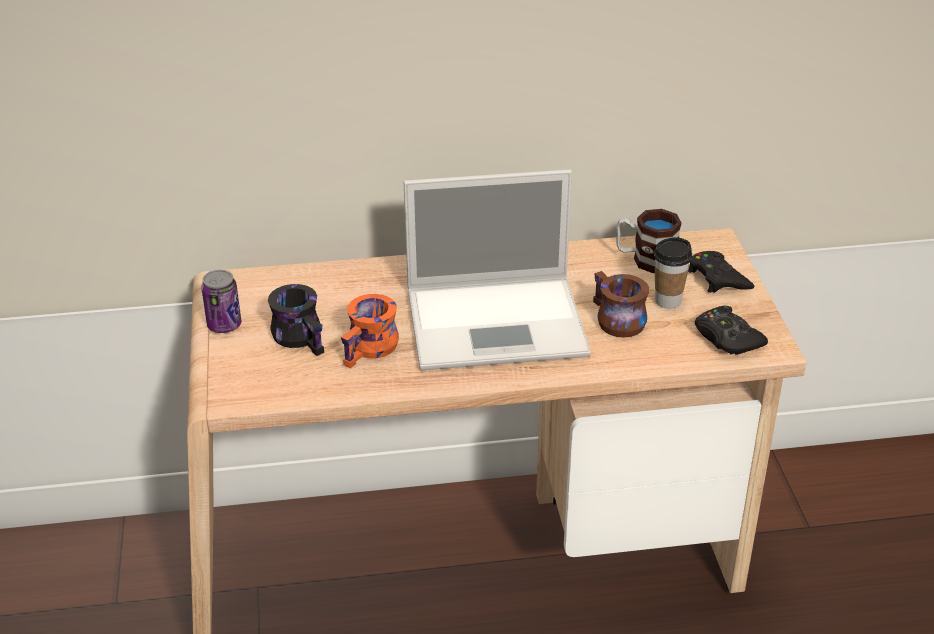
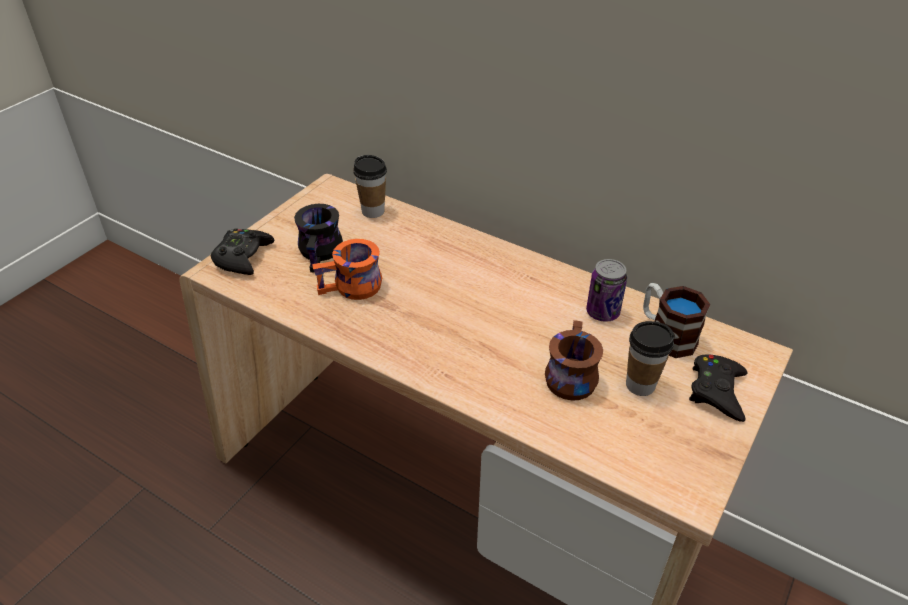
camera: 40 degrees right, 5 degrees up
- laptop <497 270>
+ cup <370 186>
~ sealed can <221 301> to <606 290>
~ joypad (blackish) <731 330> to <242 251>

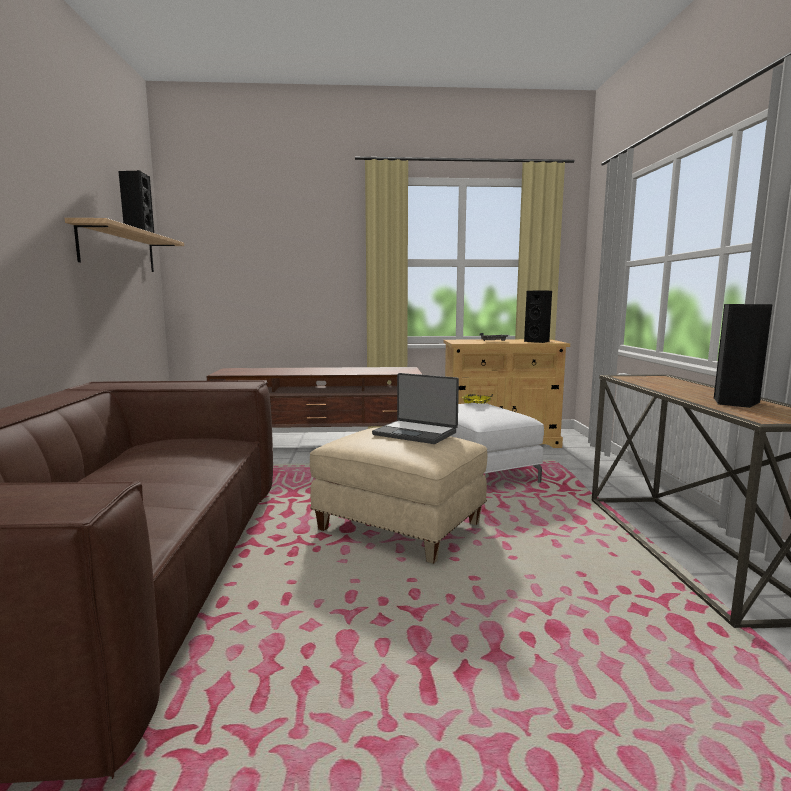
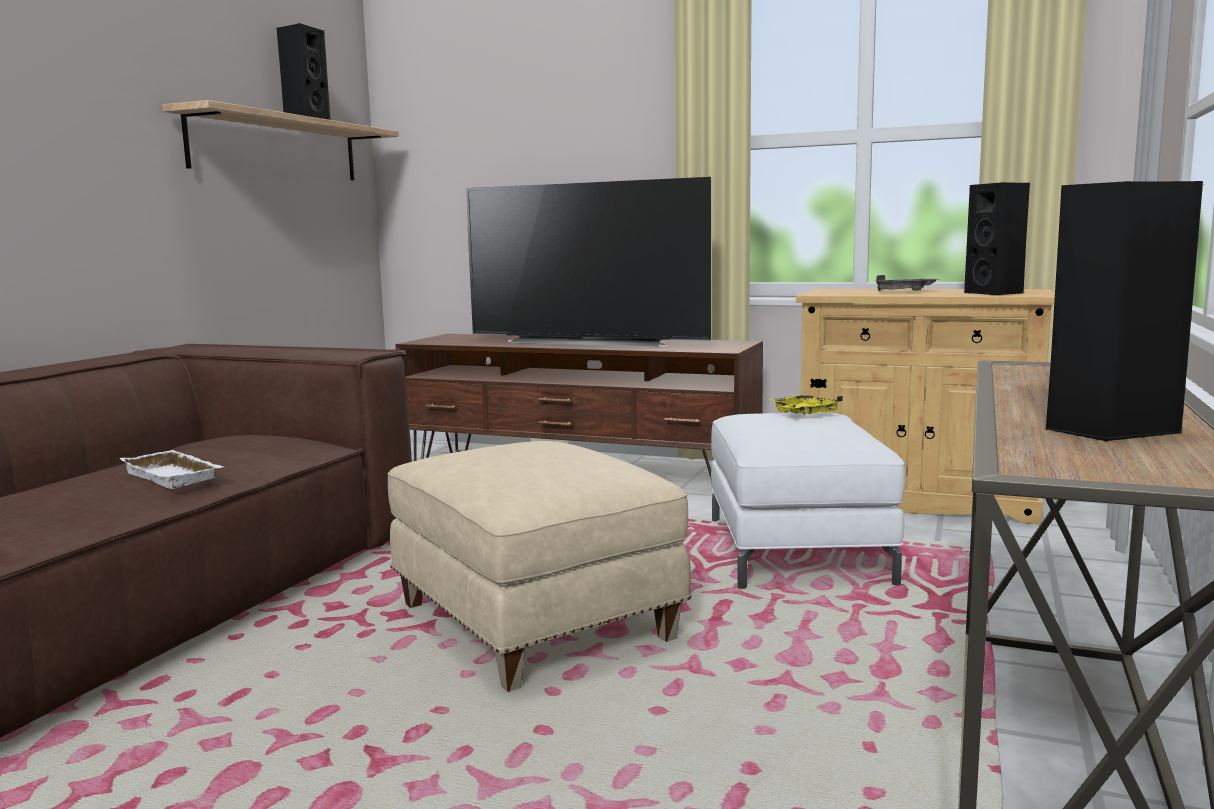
camera: 25 degrees right, 0 degrees up
- laptop <415 408>
+ serving tray (white) <171 469>
+ TV set <588 262>

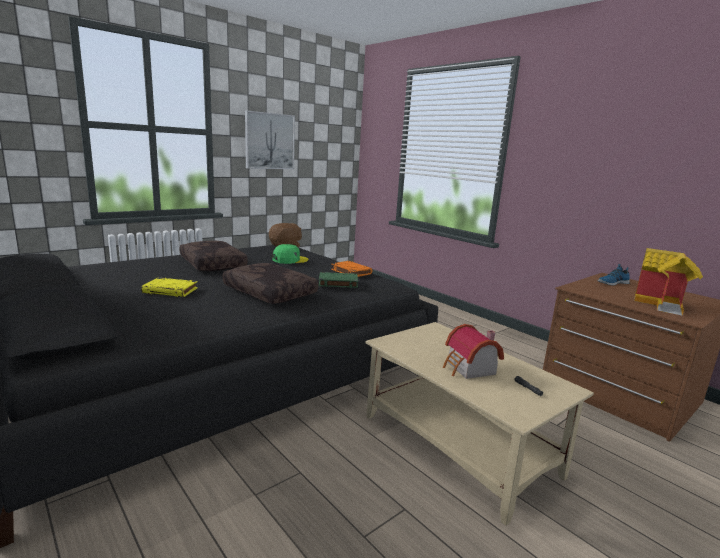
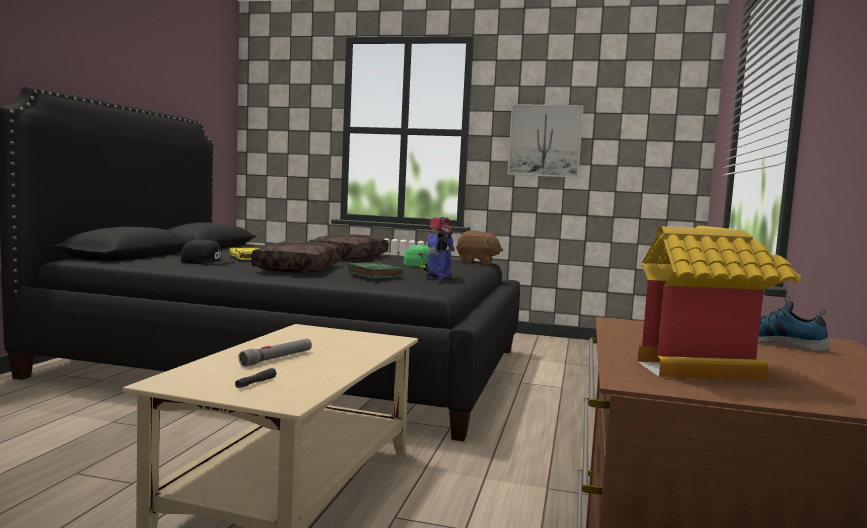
camera: 55 degrees right, 10 degrees down
+ peaked cap (blackish) <208 252>
~ bound book (orangey) <351 269> to robot figure <439 248>
~ miniature house <473 351> to flashlight (greyish) <275 353>

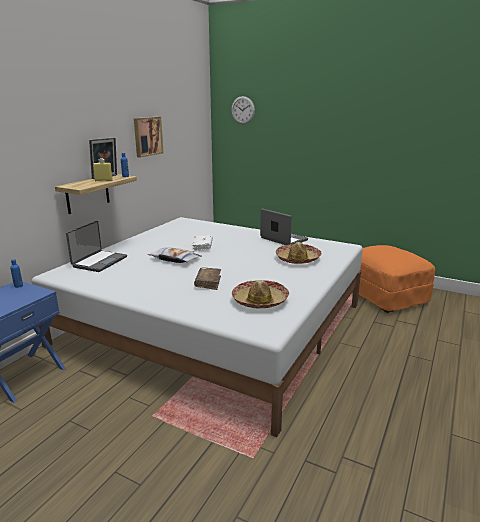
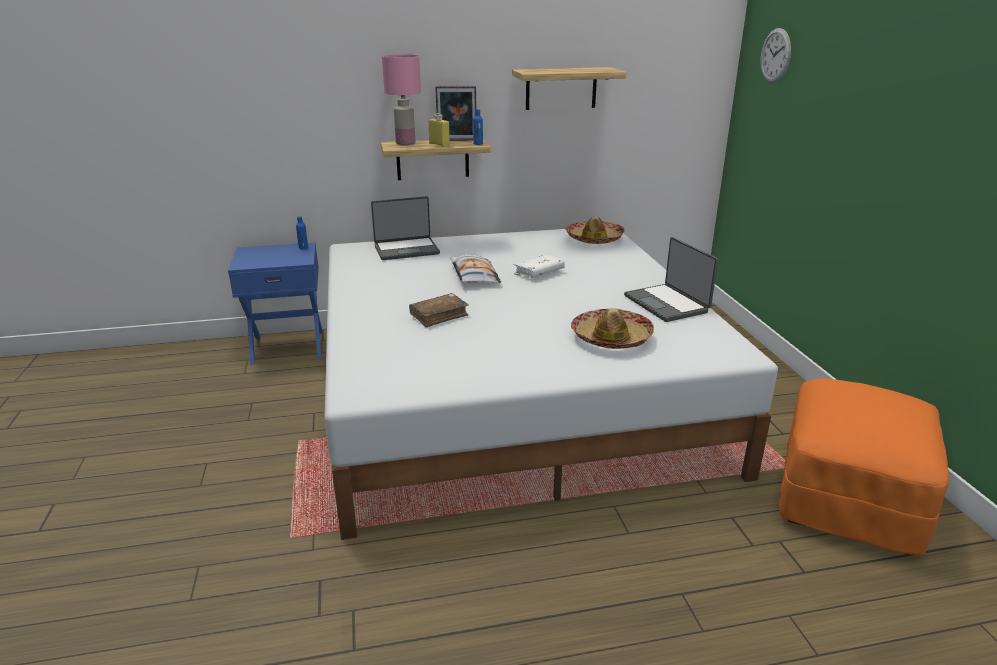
camera: 50 degrees right, 5 degrees up
+ tabletop lamp (pinkish) <401 99>
~ clothing hat <260 294> to <595 230>
~ picture <149 137> to shelf <569 88>
~ laptop <284 227> = <671 279> 150 degrees clockwise

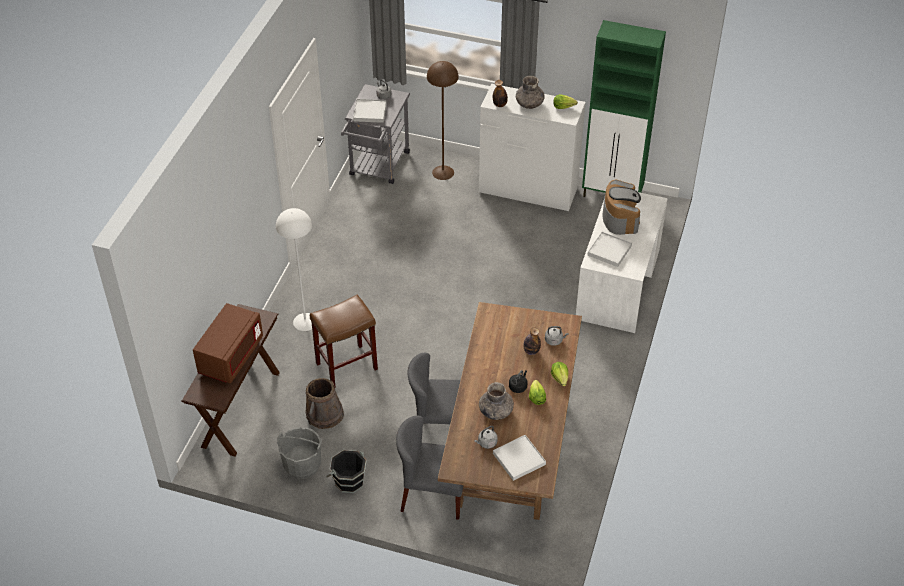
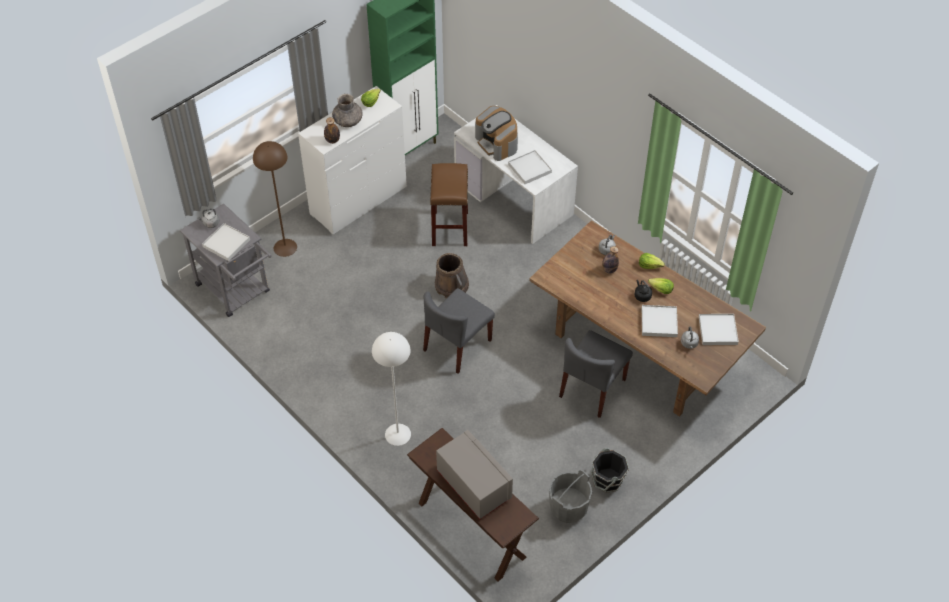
camera: 60 degrees left, 5 degrees up
~ water bucket (brown) <325 403> to <452 275>
~ stool (brown) <344 340> to <449 204>
~ plain chair (greyish) <430 467> to <459 331>
~ flower vase (greyish) <496 401> to serving tray (white) <660 321>
~ microwave oven (brown) <228 343> to microwave oven (greyish) <474 474>
~ coffee maker <622 207> = <496 133> 150 degrees counterclockwise

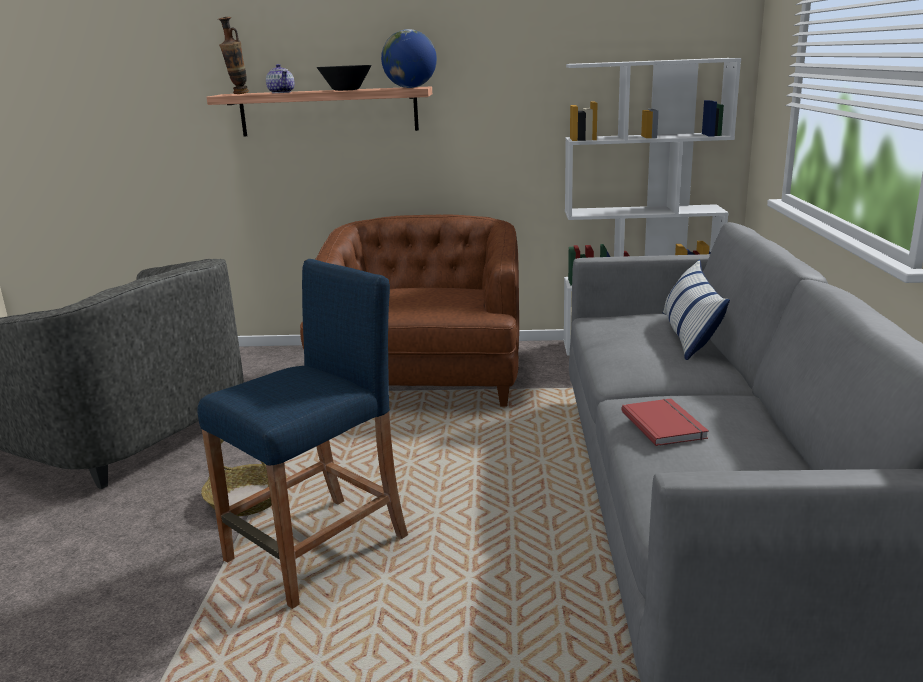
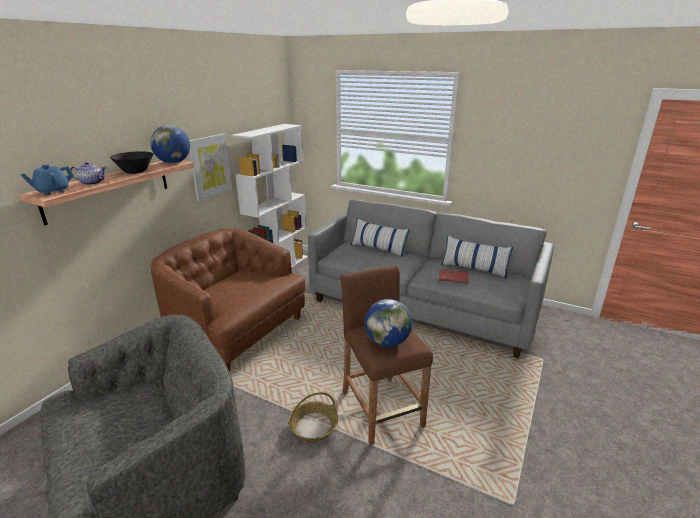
camera: 65 degrees left, 5 degrees up
+ picture <210 167>
+ globe <388 323>
+ throw pillow <477 256>
~ flower vase <233 55> to teapot (bluish) <47 180>
~ stool (bluish) <302 434> to stool (brown) <386 355>

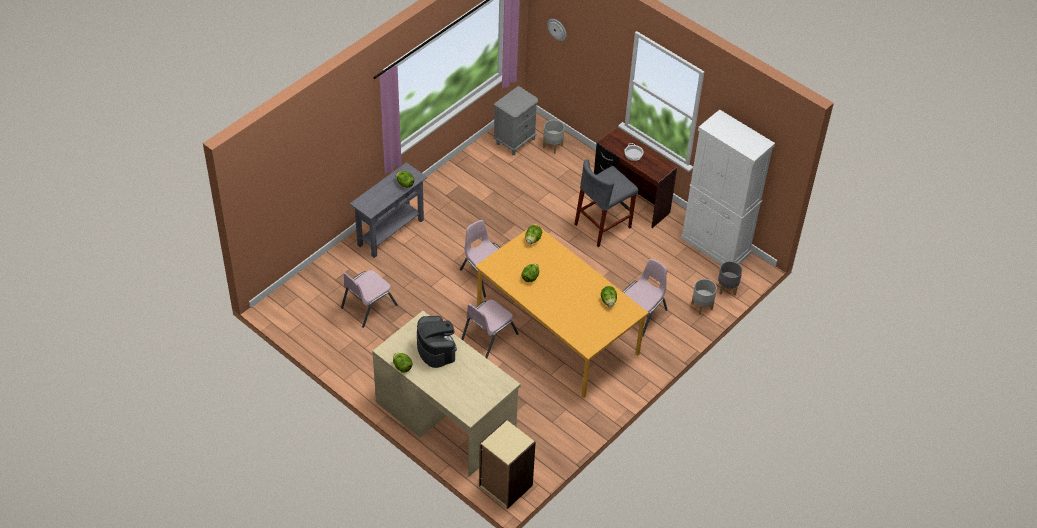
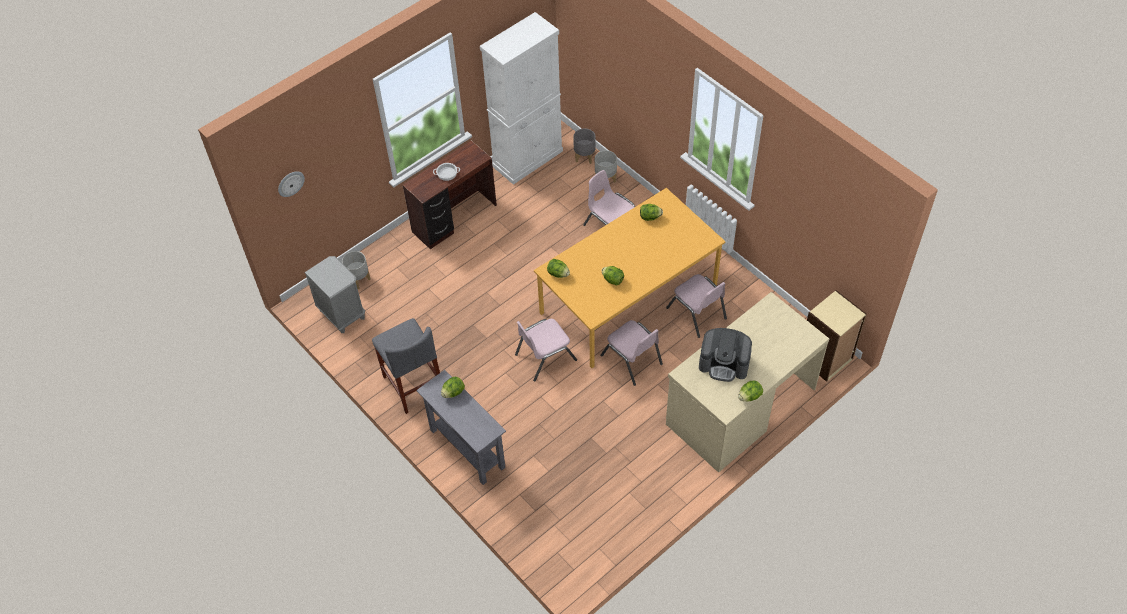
camera: 80 degrees left, 5 degrees up
~ plain chair (pinkish) <369 299> to <696 306>
~ stool (greyish) <606 203> to <406 366>
~ coffee maker <437 342> = <725 355> 150 degrees counterclockwise

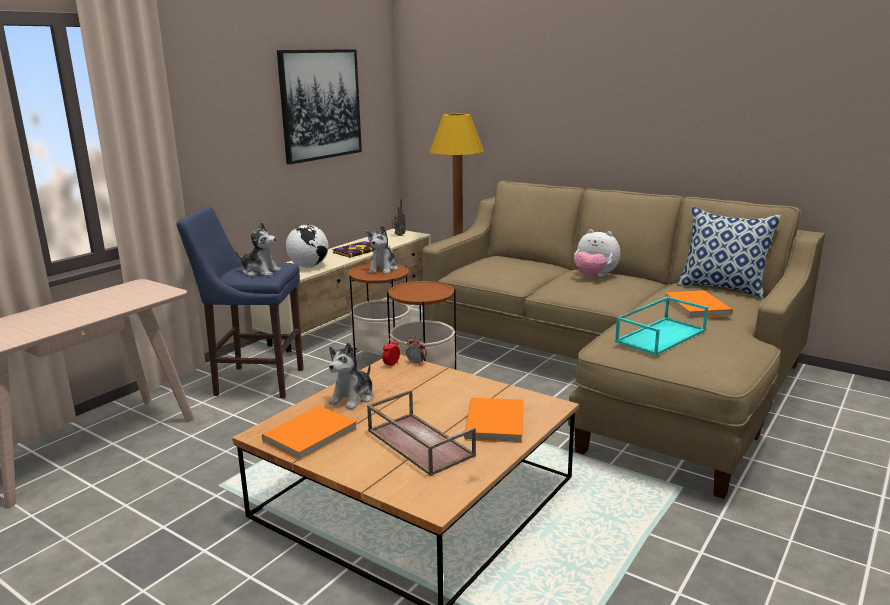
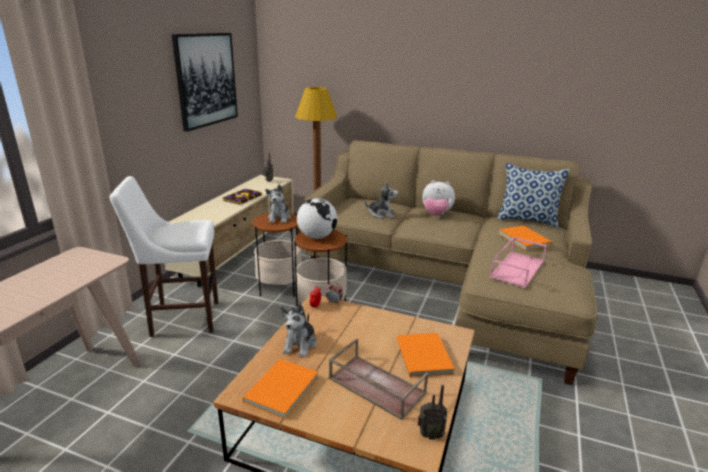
camera: 15 degrees left, 5 degrees up
+ radio set <432 412>
~ plush toy <258 249> to <381 199>
~ globe <307 246> to <317 218>
~ stool (bluish) <240 302> to stool (white) <163 256>
~ serving tray (blue-green) <661 326> to serving tray (pinkish) <518 262>

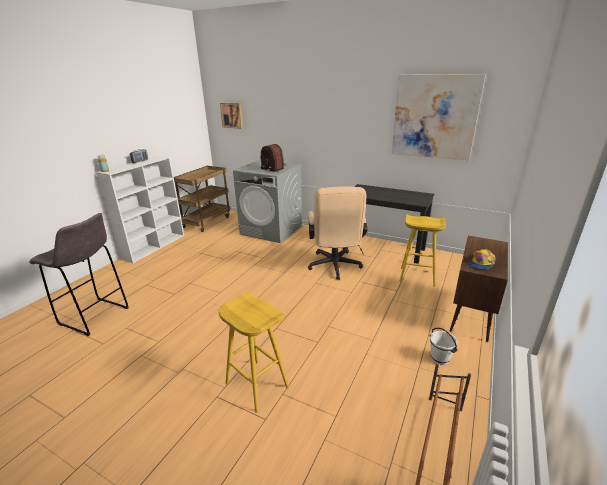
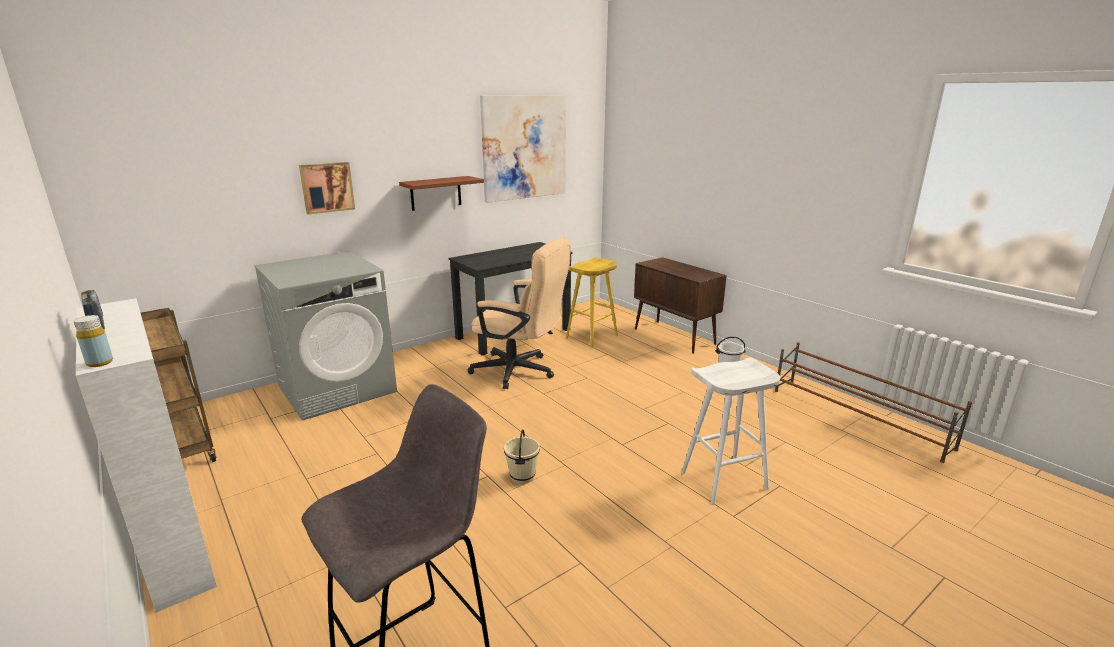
camera: 65 degrees left, 5 degrees down
- radio set <273 158>
- peaked cap <481 259>
+ shelf (brown) <441 193>
+ water bucket (beige-coloured) <522 456>
~ picture <231 116> to <327 188>
~ stool (yellowish) <253 352> to stool (white) <730 431>

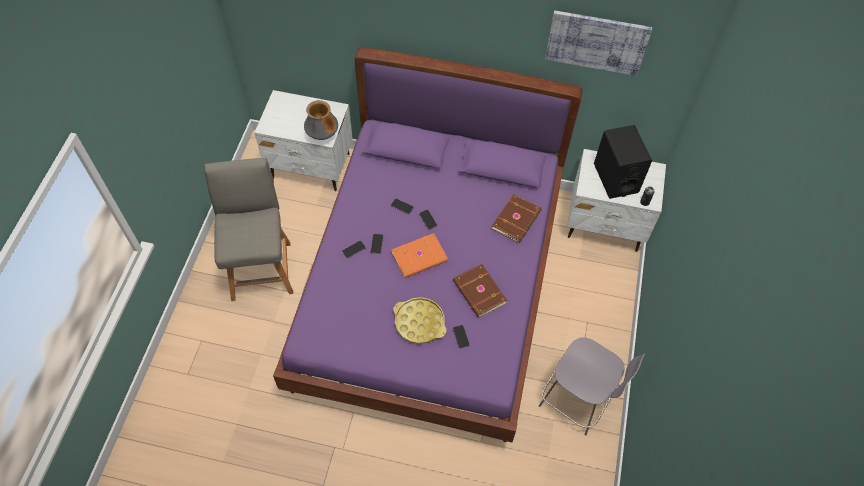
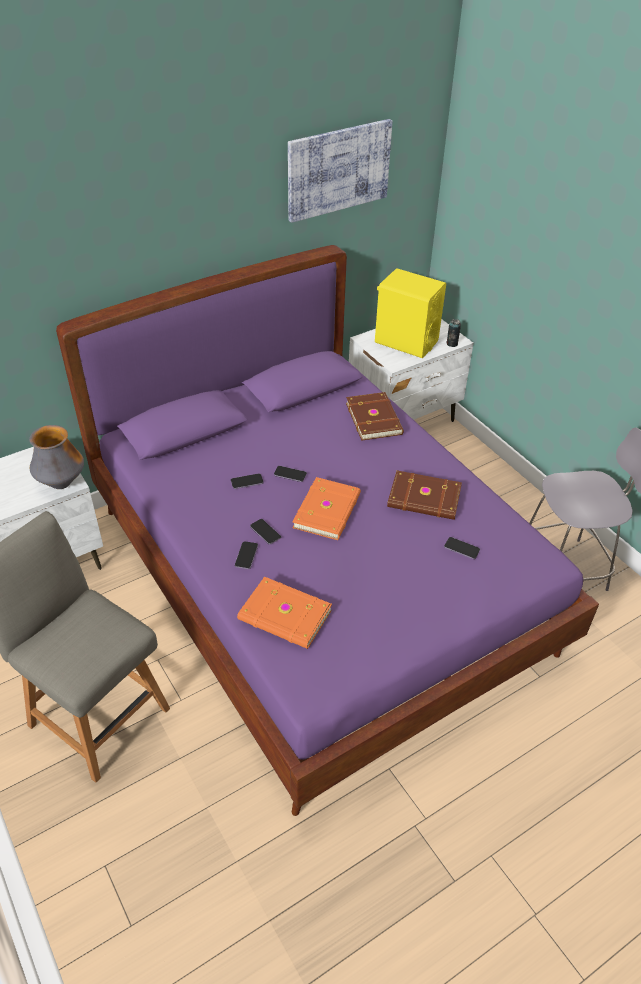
camera: 45 degrees left, 15 degrees down
- serving tray (yellowish) <420 320>
+ bound book (orangey) <284 613>
~ loudspeaker (blackish) <623 162> to loudspeaker (yellowish) <410 313>

